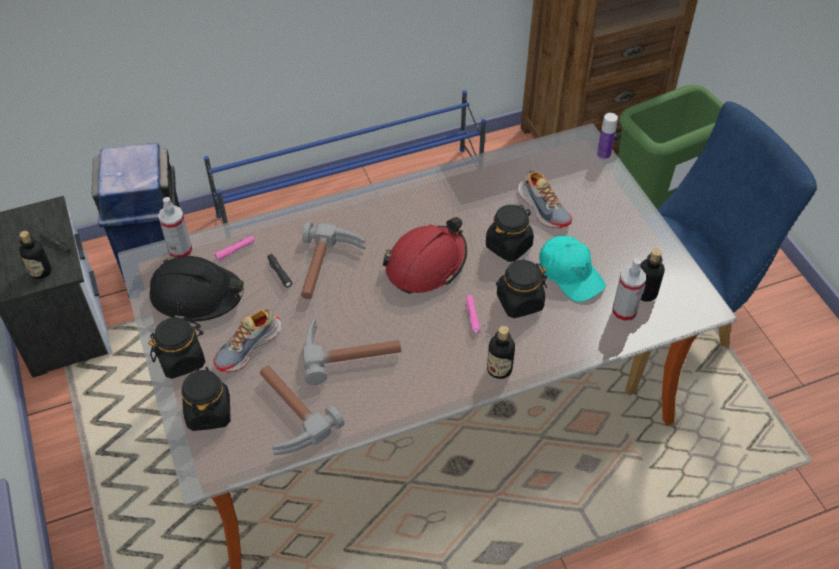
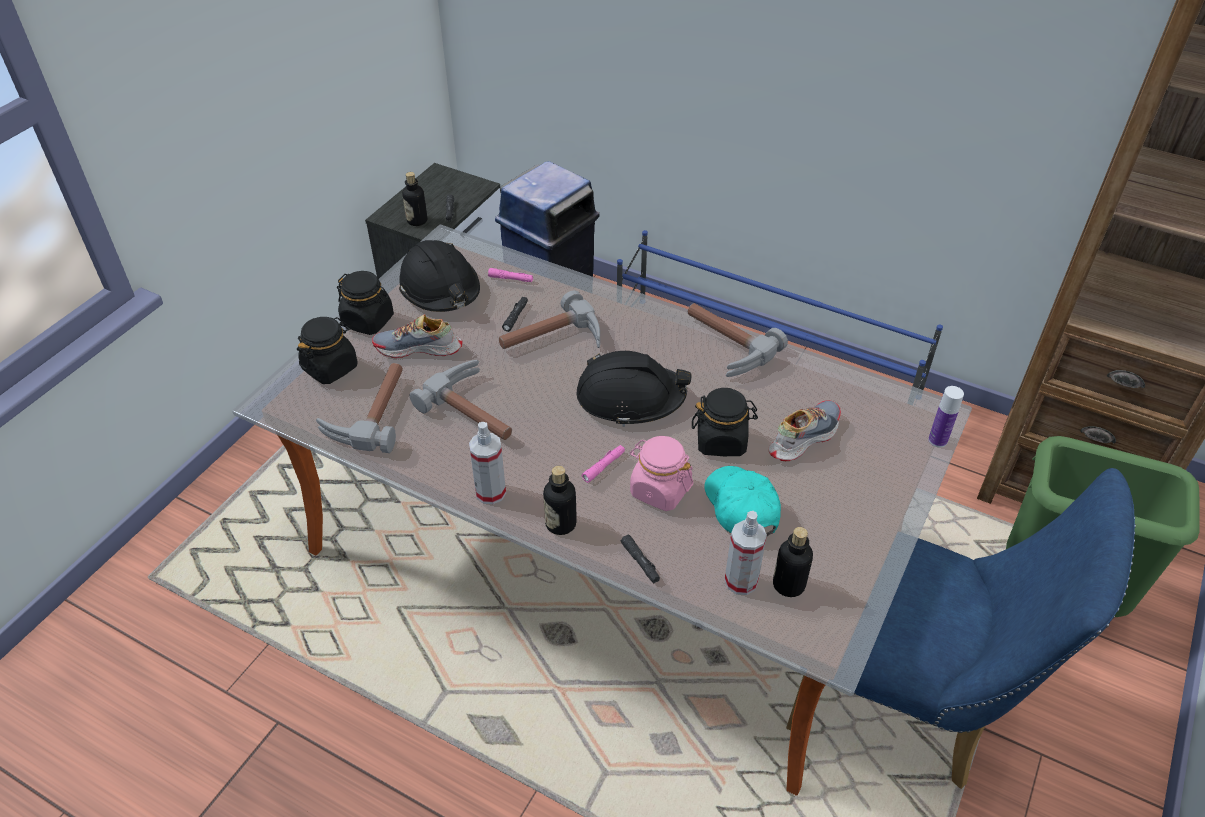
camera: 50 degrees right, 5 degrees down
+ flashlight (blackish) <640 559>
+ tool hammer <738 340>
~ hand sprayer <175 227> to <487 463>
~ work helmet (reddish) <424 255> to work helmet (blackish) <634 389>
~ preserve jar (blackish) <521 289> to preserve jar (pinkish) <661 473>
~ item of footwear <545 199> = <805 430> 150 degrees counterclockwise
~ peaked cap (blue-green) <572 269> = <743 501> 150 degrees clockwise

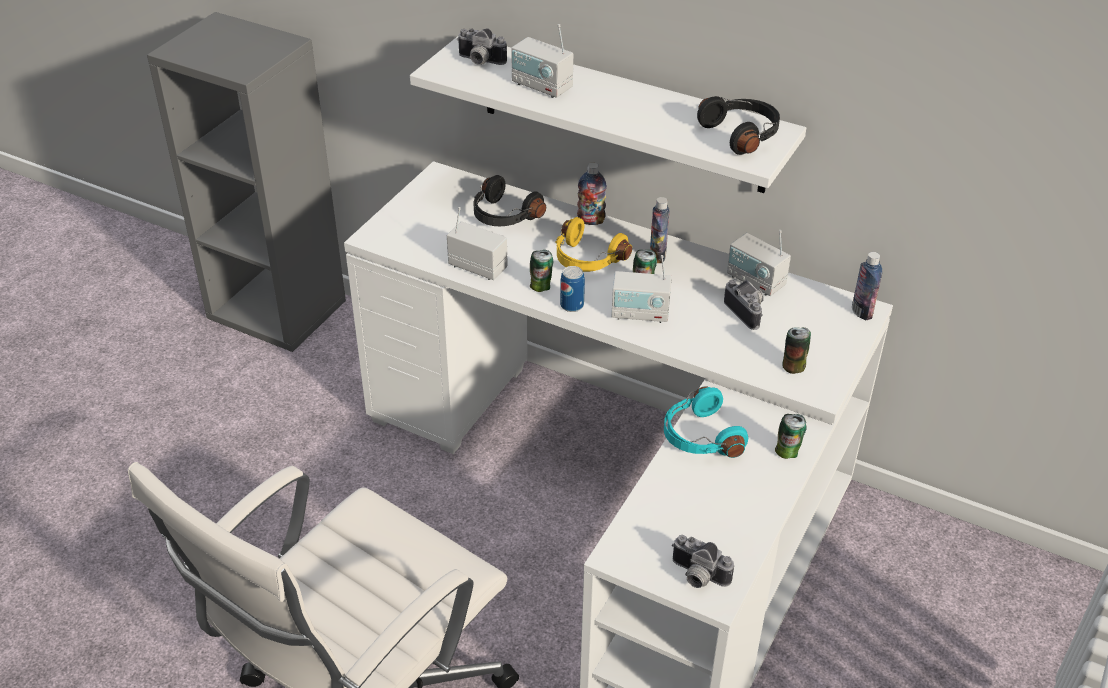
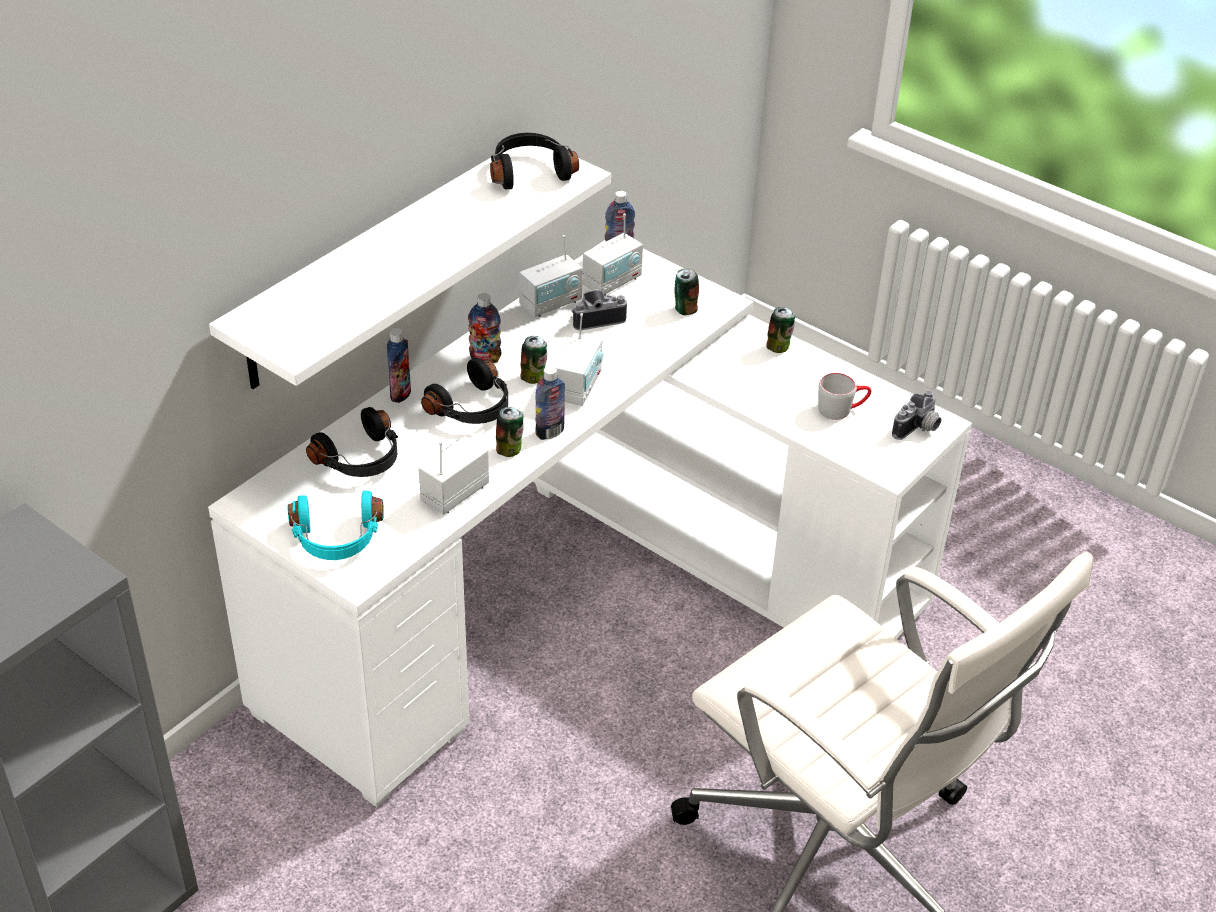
camera: 80 degrees left, 0 degrees up
- photo camera <482 46>
+ mug (greyish) <844 396>
~ radio set <542 61> to <612 254>
~ pair of headphones (blue-green) <706 422> to <335 525>
~ sealed can <572 289> to drink bottle <550 403>
~ pair of headphones (yellowish) <593 244> to pair of headphones (blackish) <464 391>

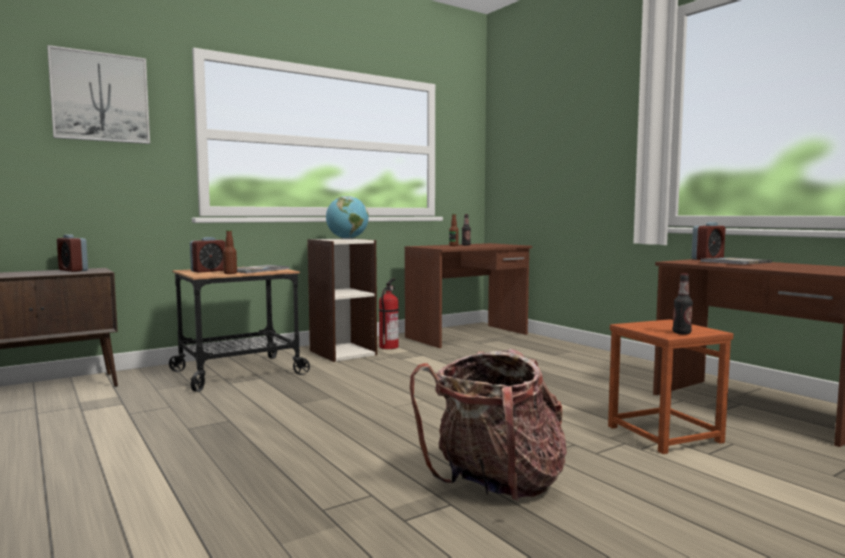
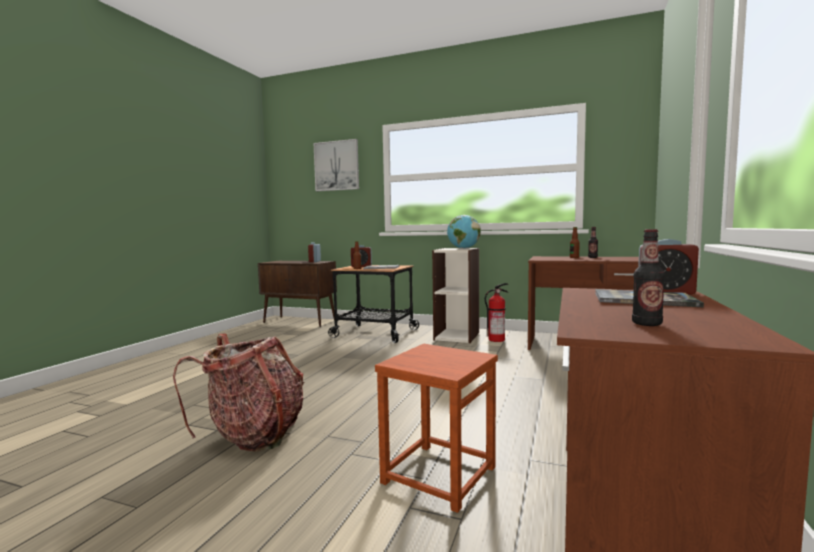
camera: 55 degrees right, 0 degrees up
~ drink bottle <683 304> to <648 277>

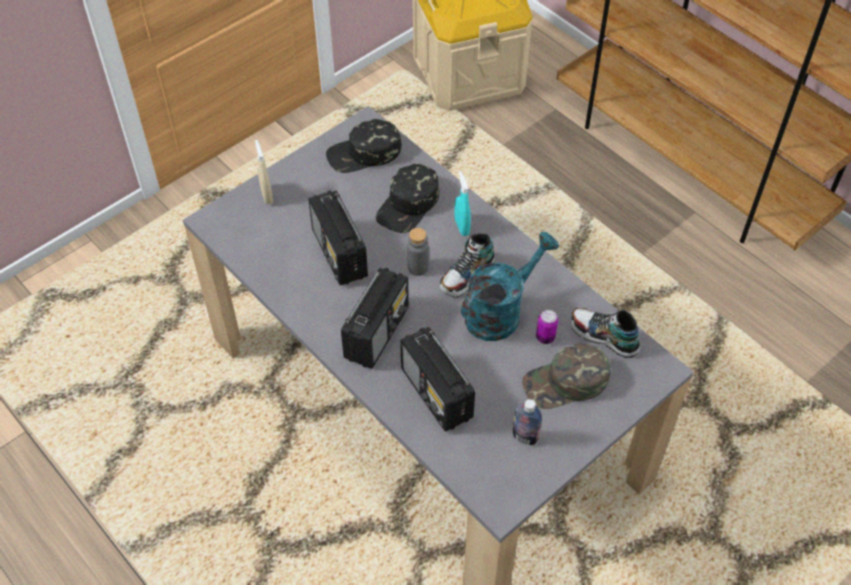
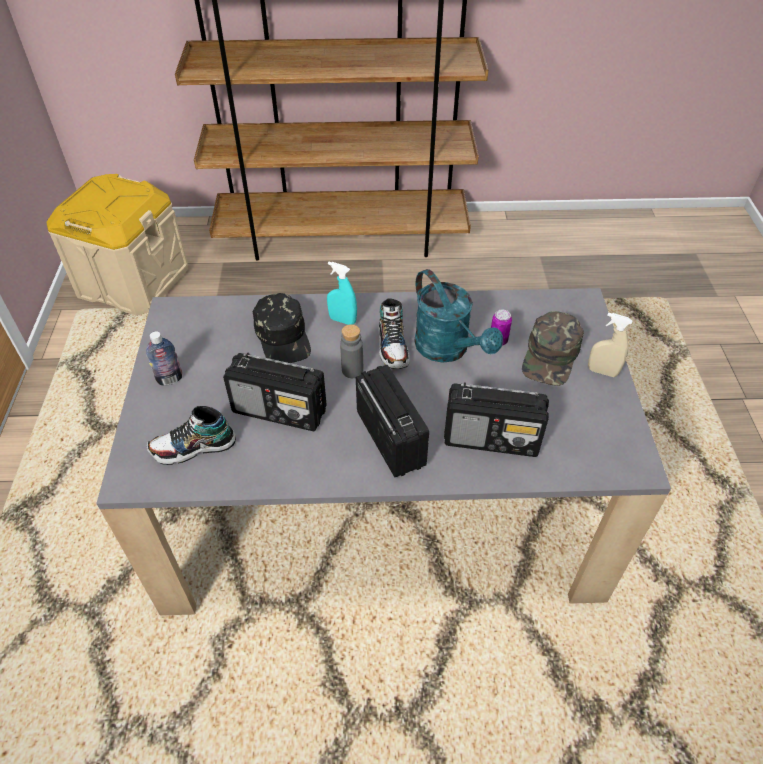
camera: 50 degrees left, 5 degrees down
- peaked cap (blackish) <363 146>
~ hand sprayer (beige-coloured) <264 172> to <610 345>
~ drink bottle <527 422> to <164 358>
~ item of footwear <605 332> to <191 435>
~ watering can (blue-green) <510 286> = <458 316> 150 degrees clockwise

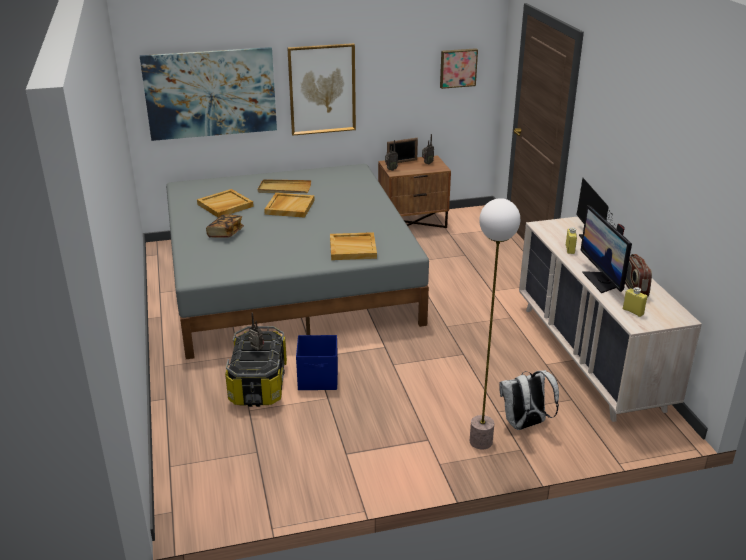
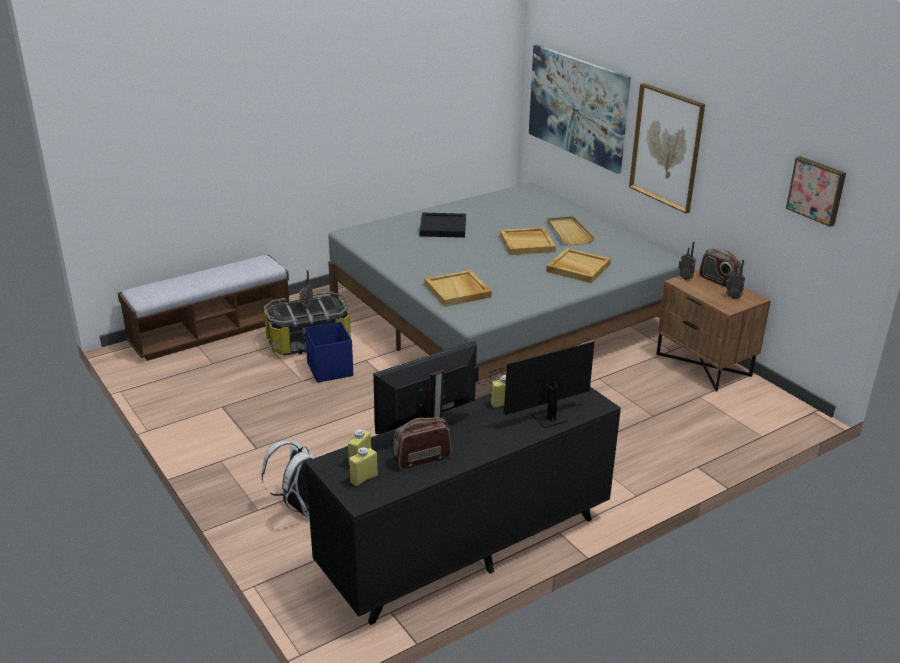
camera: 70 degrees right, 0 degrees up
- standing lamp <495 323>
+ long seat <203 308>
+ drink bottle (yellowish) <363 466>
~ serving tray (beige-coloured) <225 203> to <578 265>
~ bound book <225 226> to serving tray (blackish) <442 225>
~ picture frame <402 150> to radio set <720 268>
~ chest of drawers (beige-coloured) <610 319> to chest of drawers (blackish) <463 506>

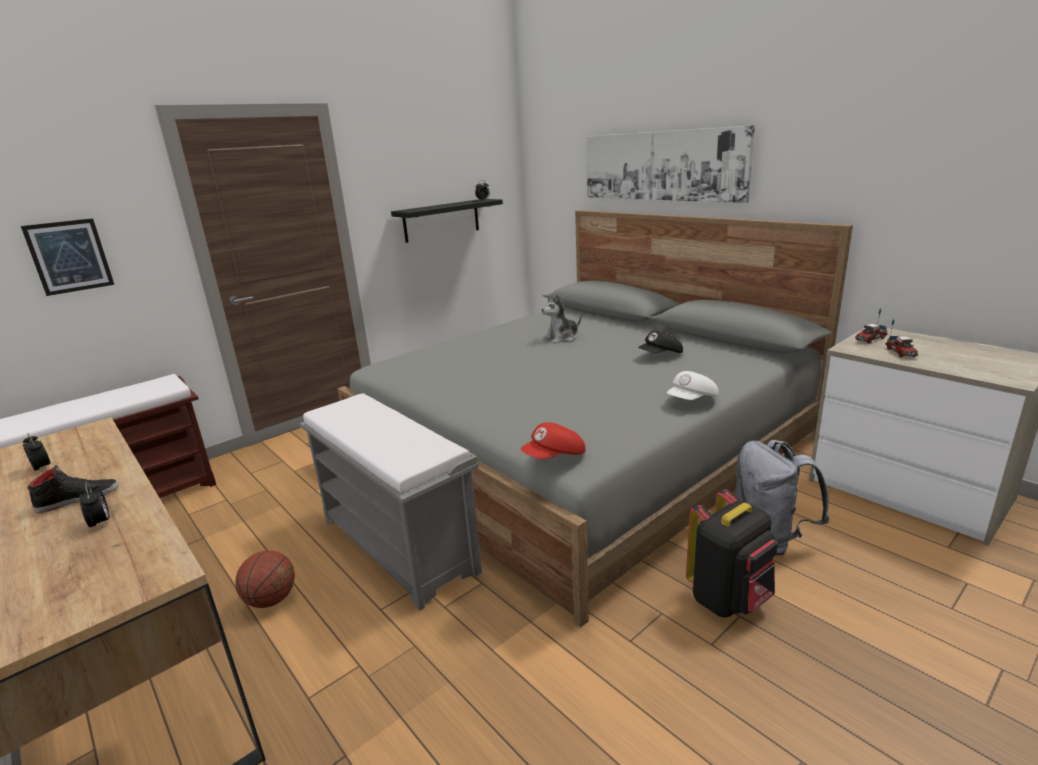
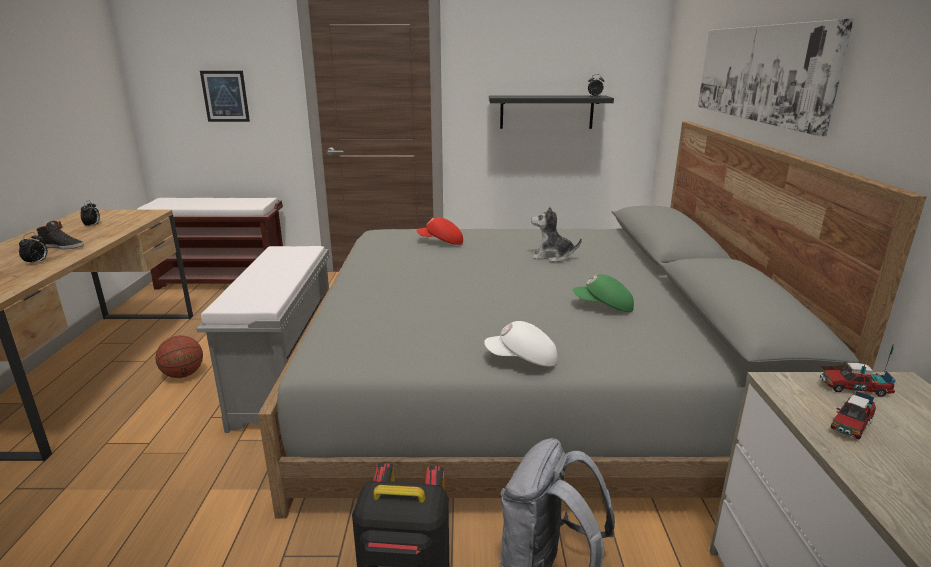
camera: 40 degrees right, 0 degrees up
~ peaked cap (reddish) <553 440> to <440 231>
~ peaked cap (blackish) <660 342> to peaked cap (green) <603 293>

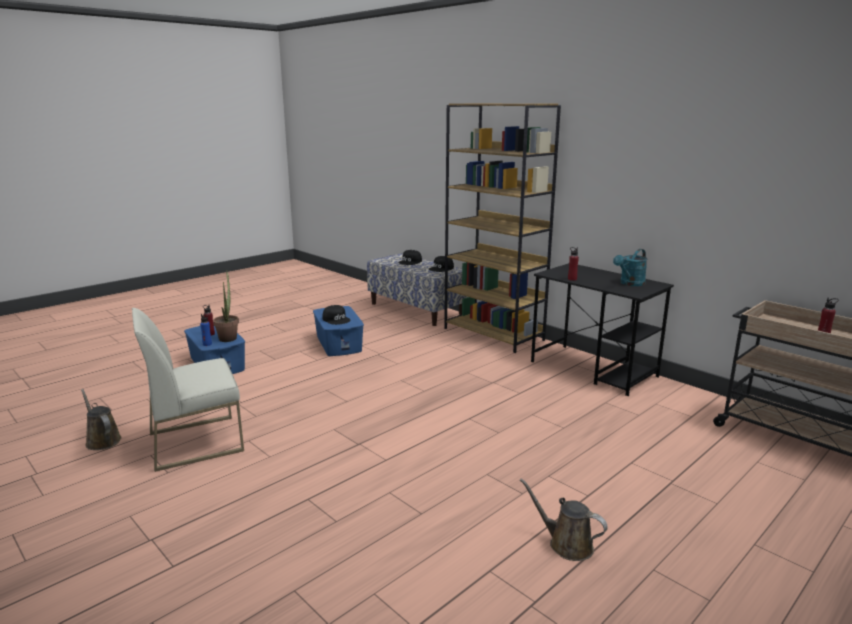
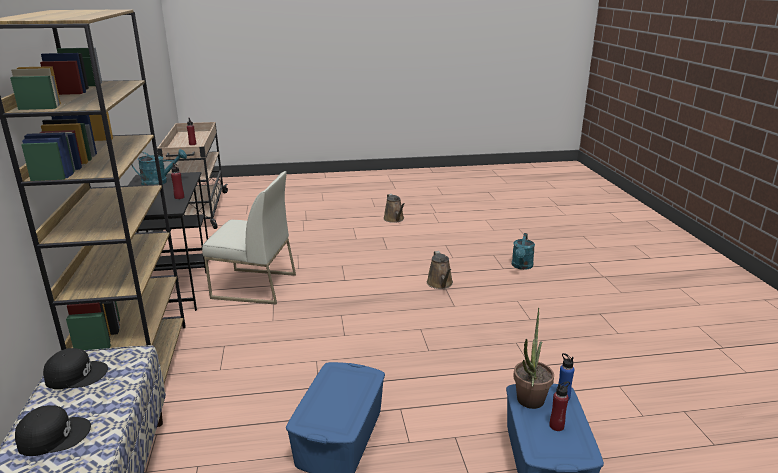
camera: 145 degrees left, 5 degrees up
- peaked cap (blackish) <336 315>
+ watering can (blue-green) <523 251>
~ watering can (brown) <101 419> to <440 270>
~ plain chair (white) <188 390> to <249 237>

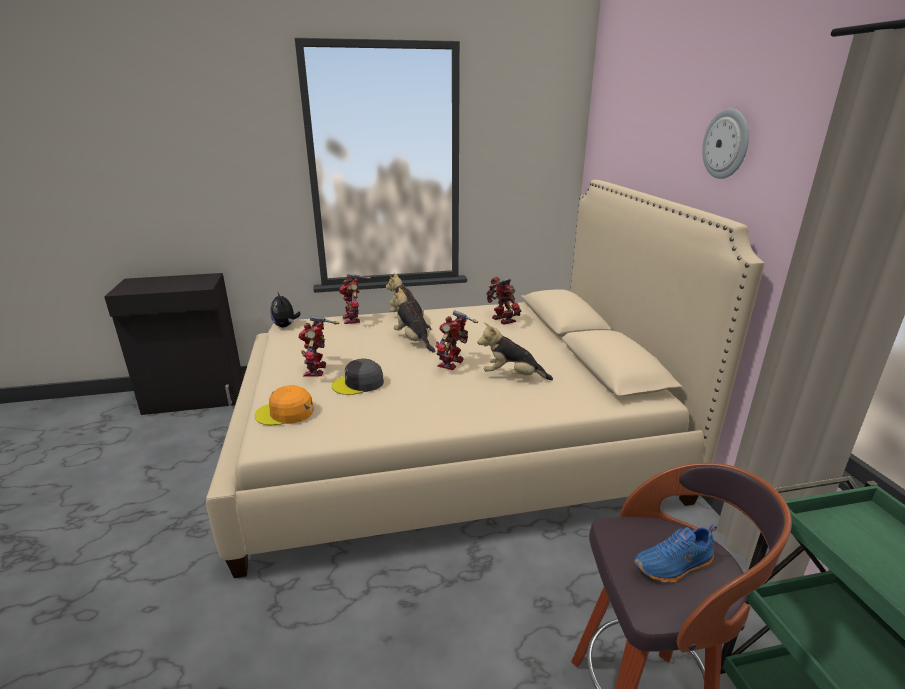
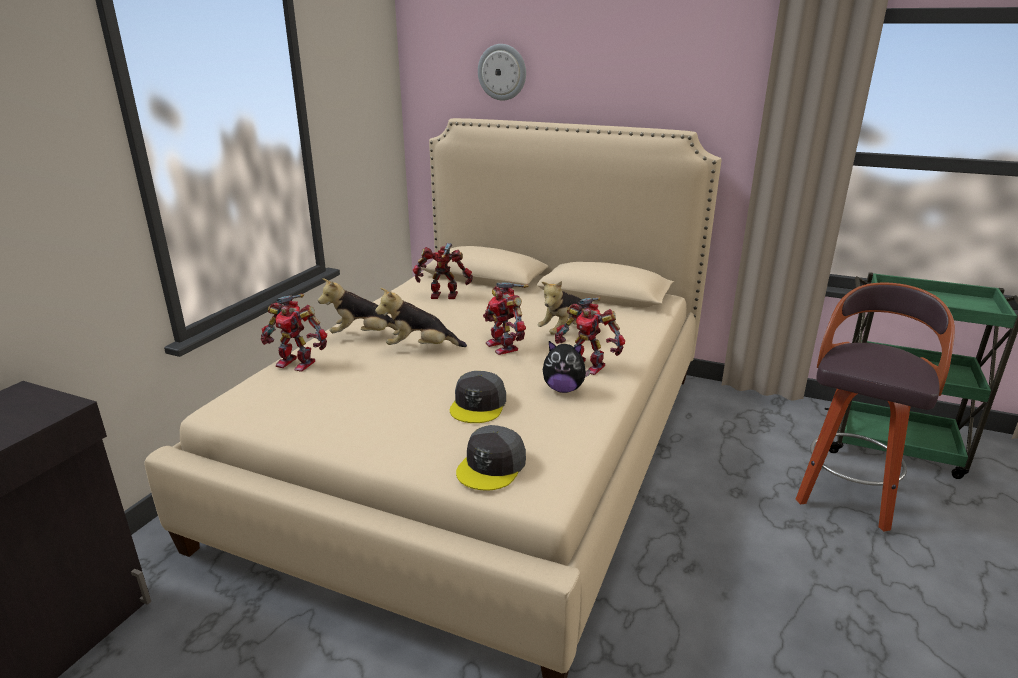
camera: 55 degrees left, 0 degrees up
- item of footwear (bluish) <675 553>
~ plush toy <285 309> to <566 367>
~ robot figure <319 346> to <590 336>
~ clock on the wall <725 143> to <502 72>
~ peaked cap (orangey) <284 405> to peaked cap (greyish) <491 458>

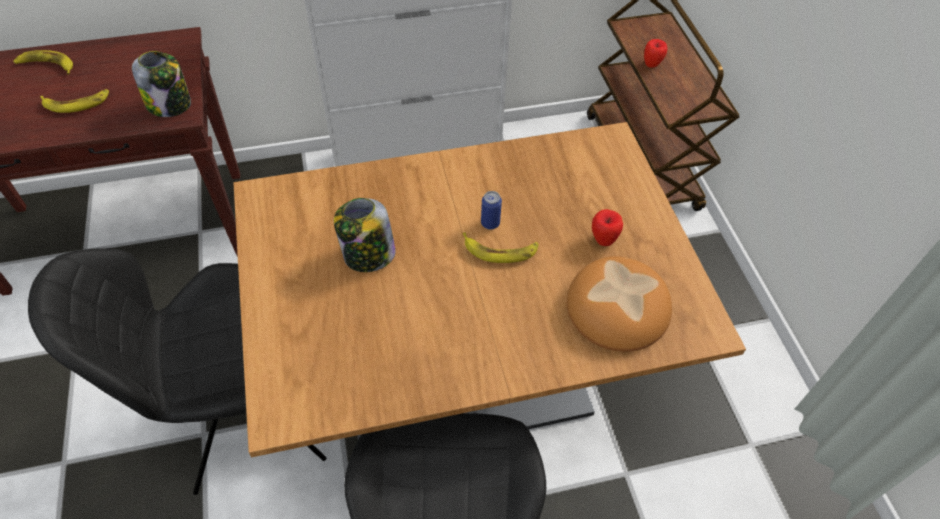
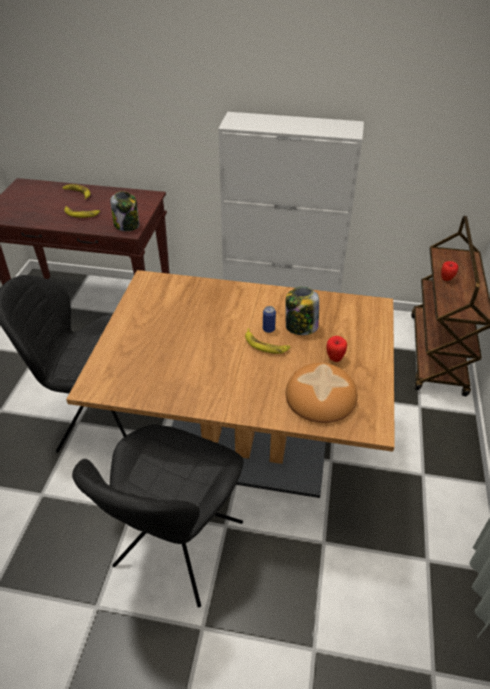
camera: 25 degrees right, 10 degrees down
~ preserve jar <365 235> to <302 311>

